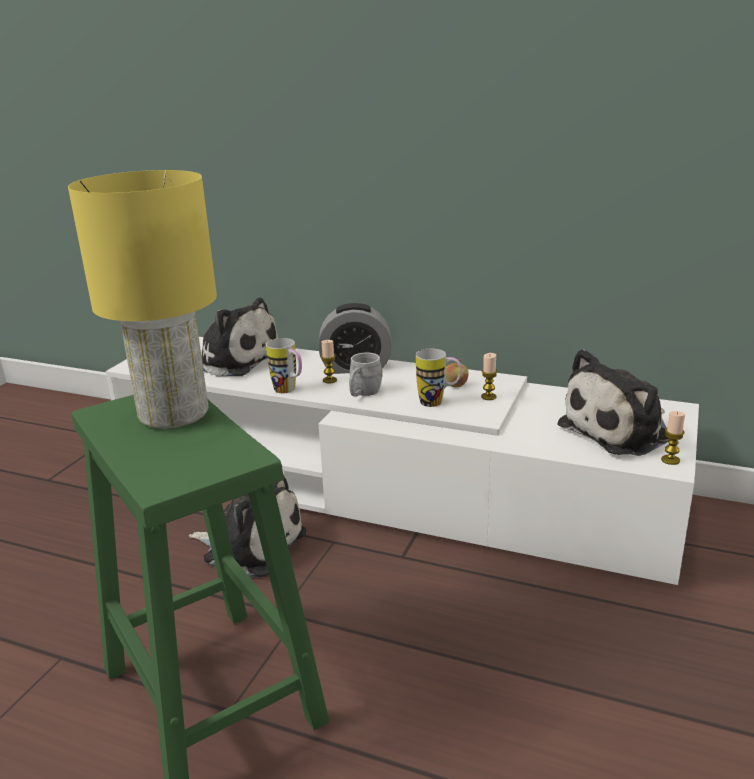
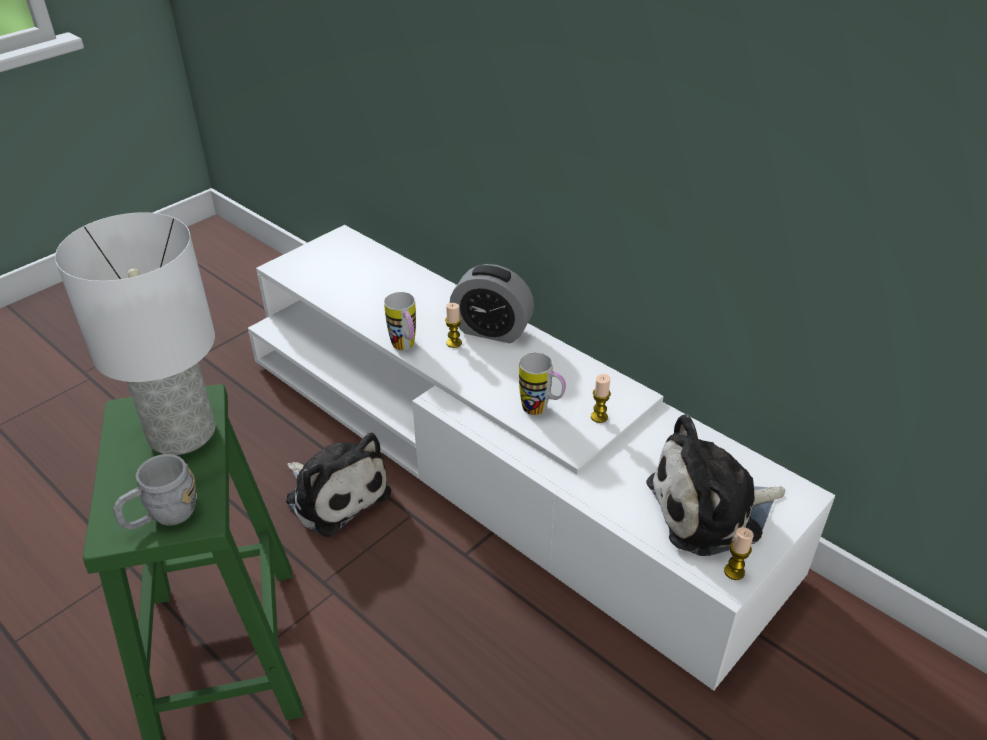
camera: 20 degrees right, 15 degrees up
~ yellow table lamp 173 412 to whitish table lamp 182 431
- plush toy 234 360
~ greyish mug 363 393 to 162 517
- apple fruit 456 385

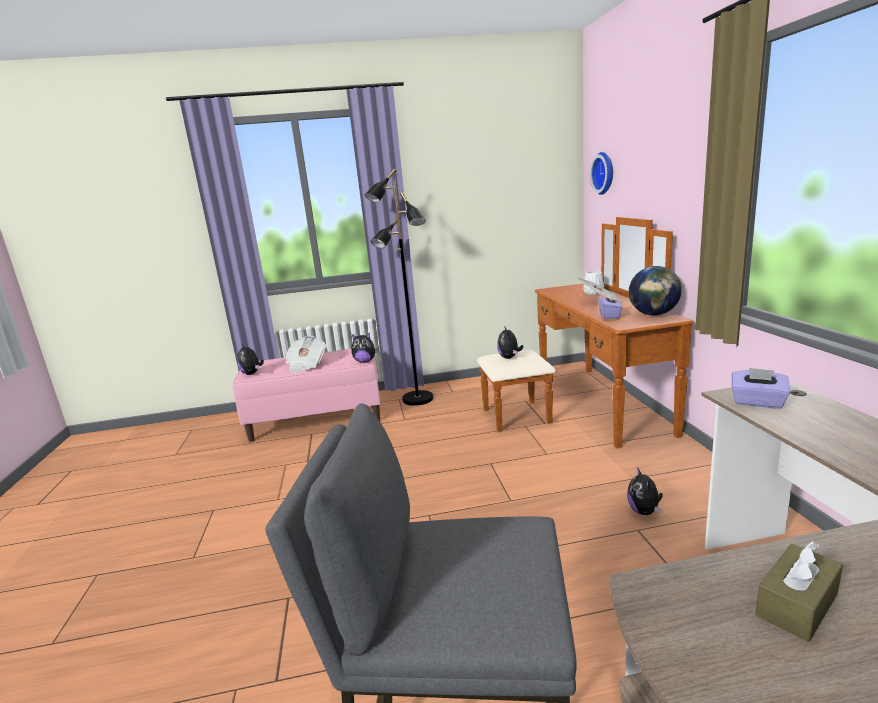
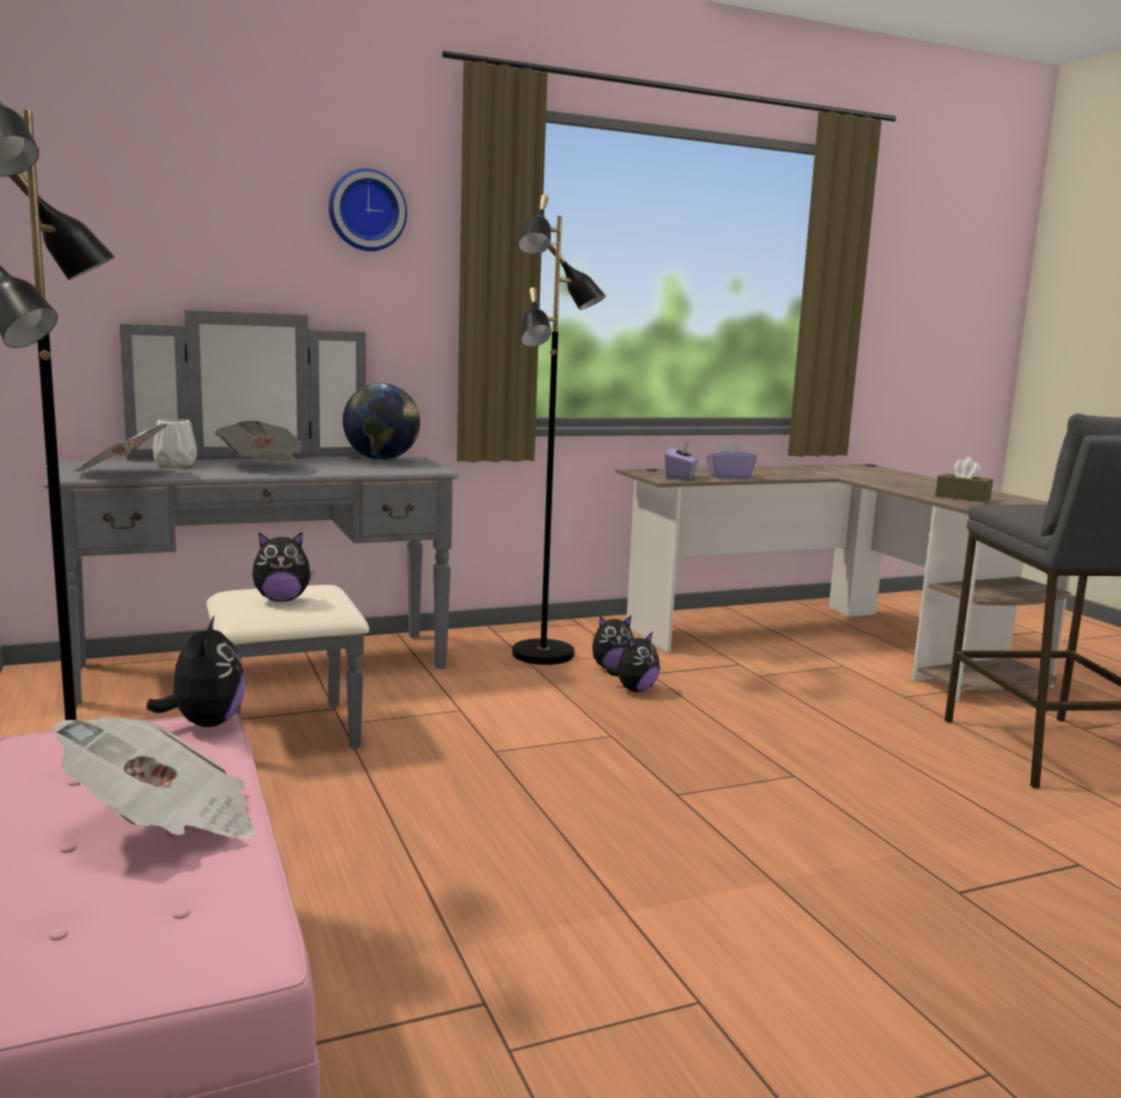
camera: 105 degrees left, 5 degrees down
~ plush toy 252 373 to 634 690
~ brownish chest of drawers 581 406 to greyish chest of drawers 270 679
~ clock on the wall 605 173 to 366 210
~ purplish box of tissues 610 316 to 729 476
+ newspaper 121 473
+ black standard lamp 544 655

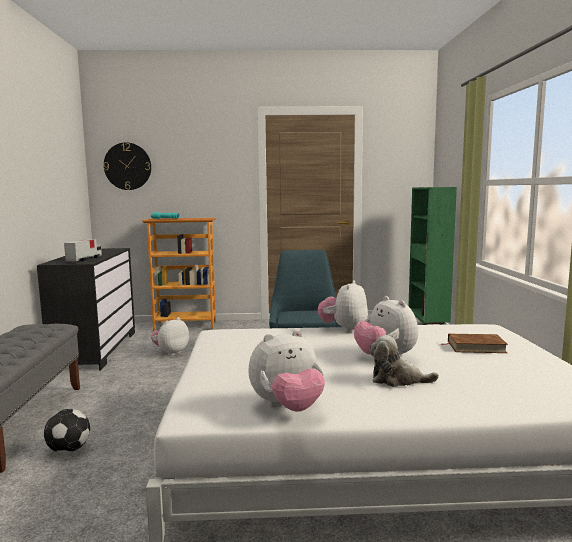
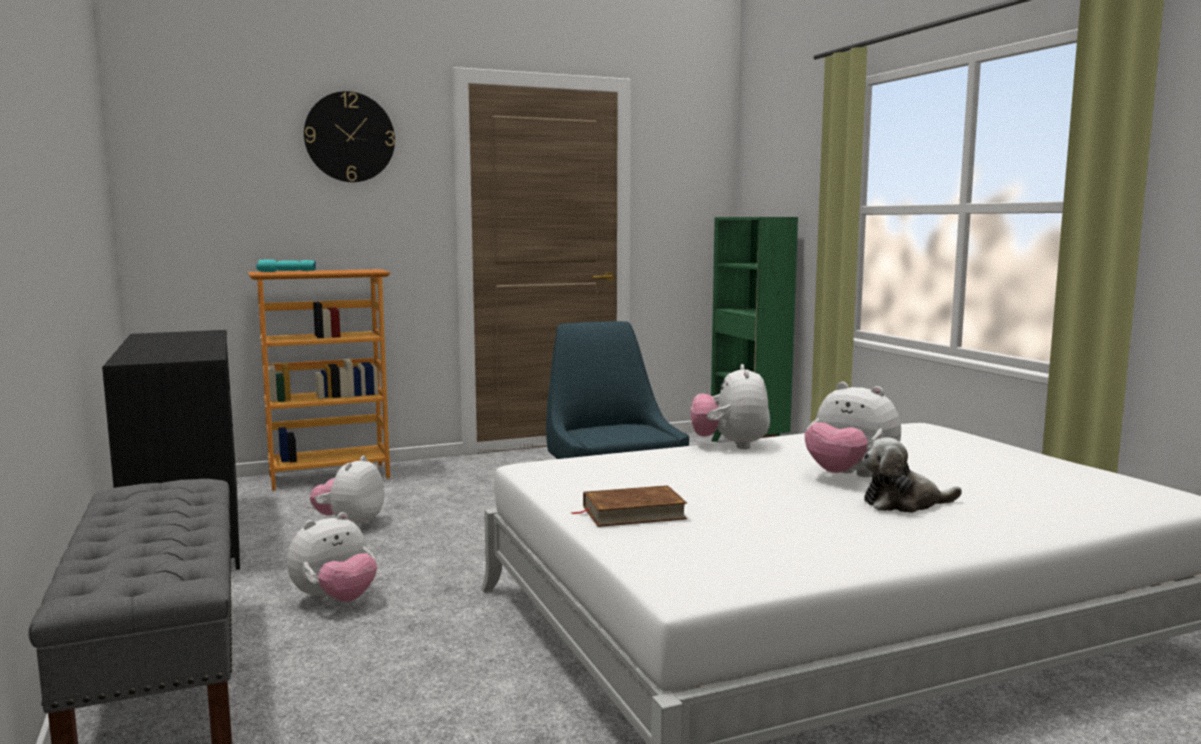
camera: 20 degrees left, 0 degrees up
- ball for football 69 450
- toy truck 84 259
~ clock on the wall 127 166 to 349 137
~ plush toy 287 408 to 335 601
~ brownish volume 475 347 to 633 513

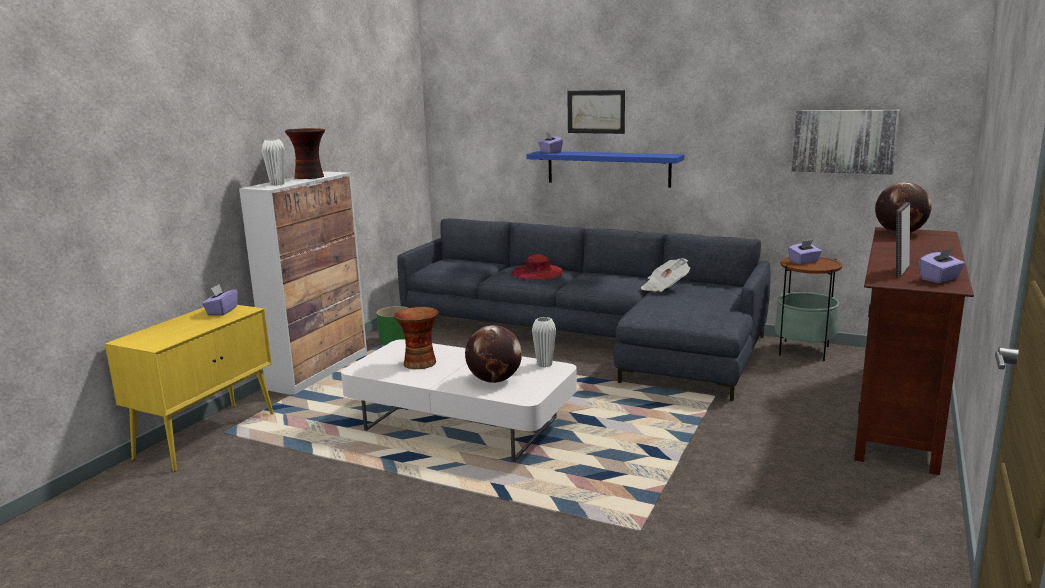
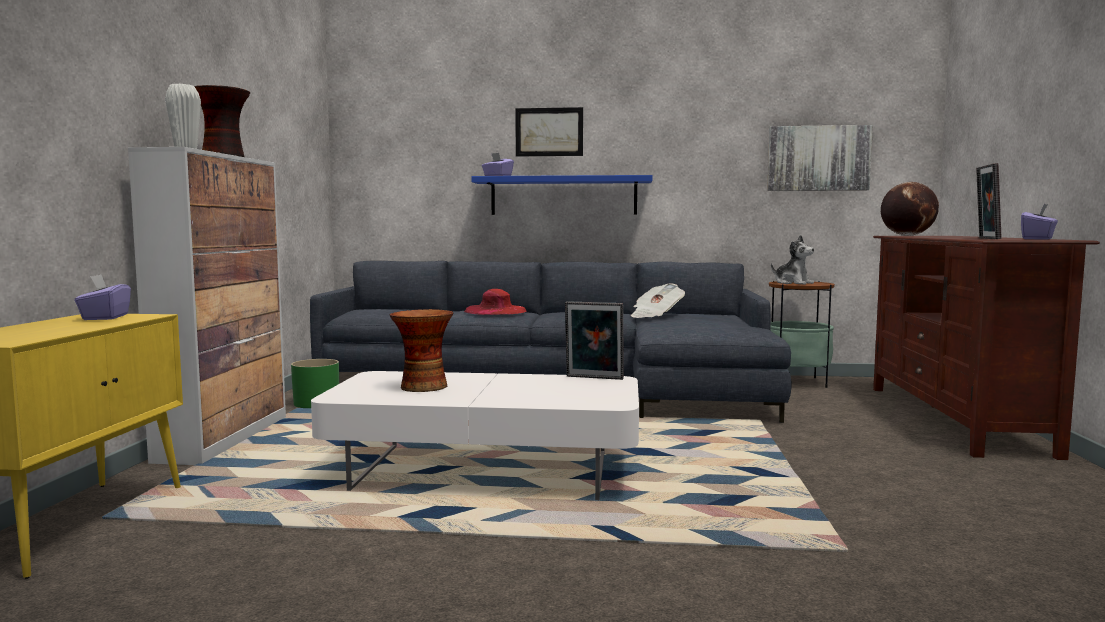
camera: 20 degrees left, 10 degrees down
- desk globe 494 380
~ whitish vase 544 364 to picture frame 594 378
~ purplish box of tissues 804 262 to plush toy 793 283

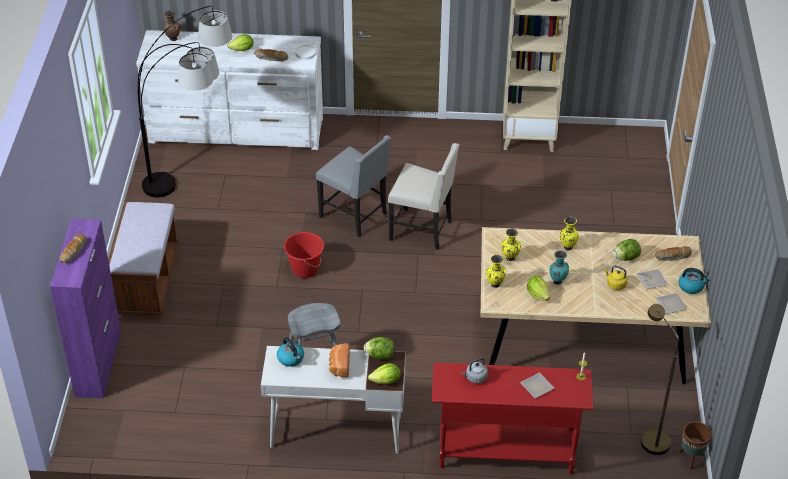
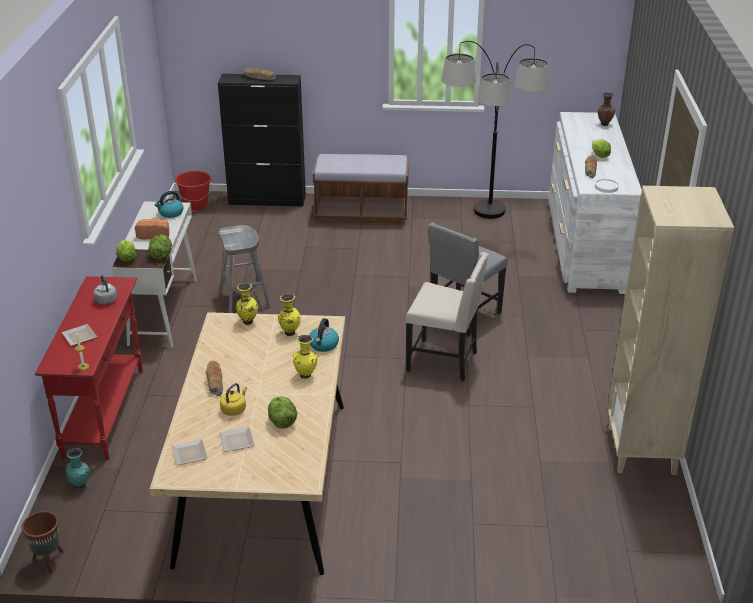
camera: 90 degrees right, 10 degrees down
~ purplish storage cabinet 98 362 to black storage cabinet 267 200
~ red-coloured bucket 305 269 to 196 205
~ sand-coloured upright chair 422 230 = 444 361 90 degrees counterclockwise
- head of lettuce 537 294
~ blue-green vase 557 281 to 81 485
- brownish standard lamp 650 437
~ bakery bread 673 257 to 214 382
~ kettle 691 286 to 323 345

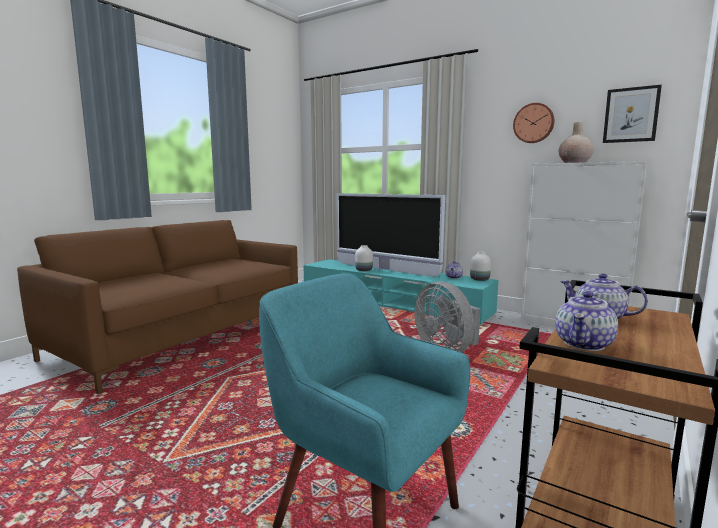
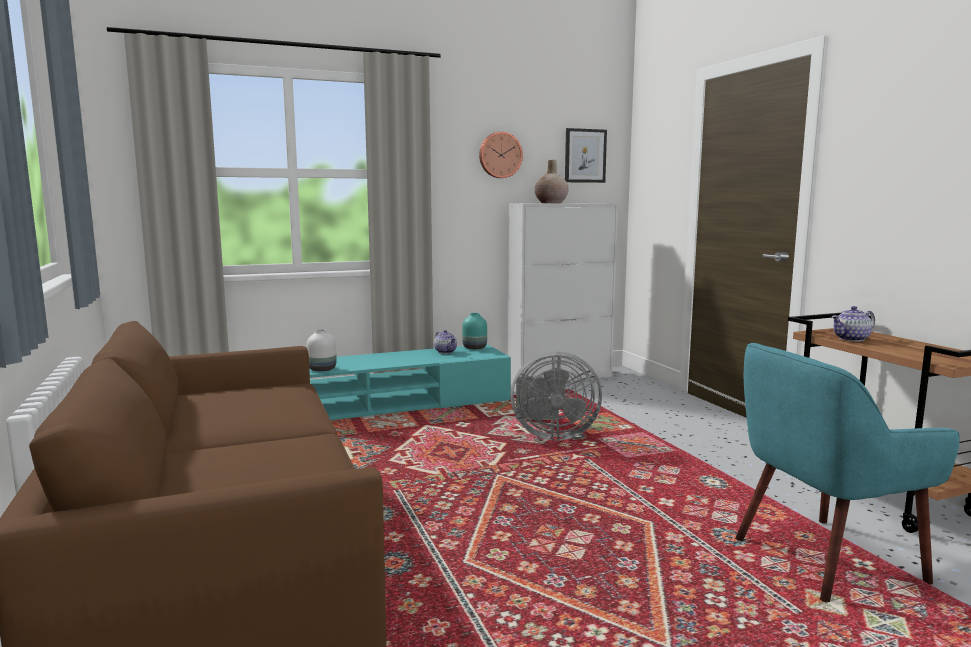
camera: 55 degrees left, 0 degrees up
- TV 385 269
~ whitish vase 479 279 to blue-green vase 474 348
- tea pot 584 344

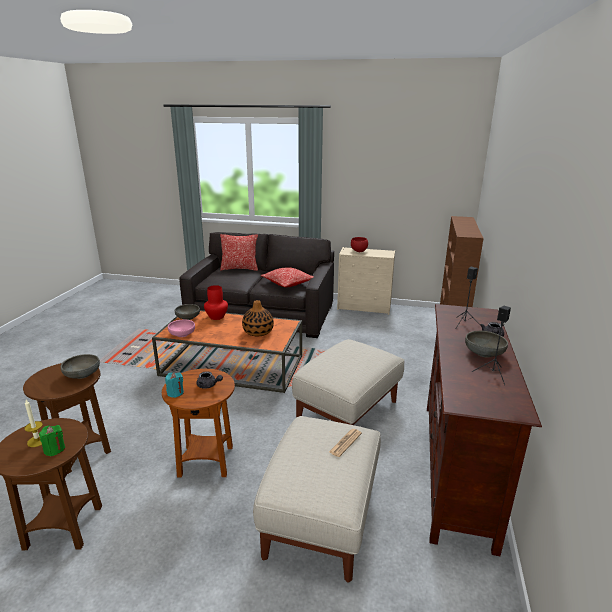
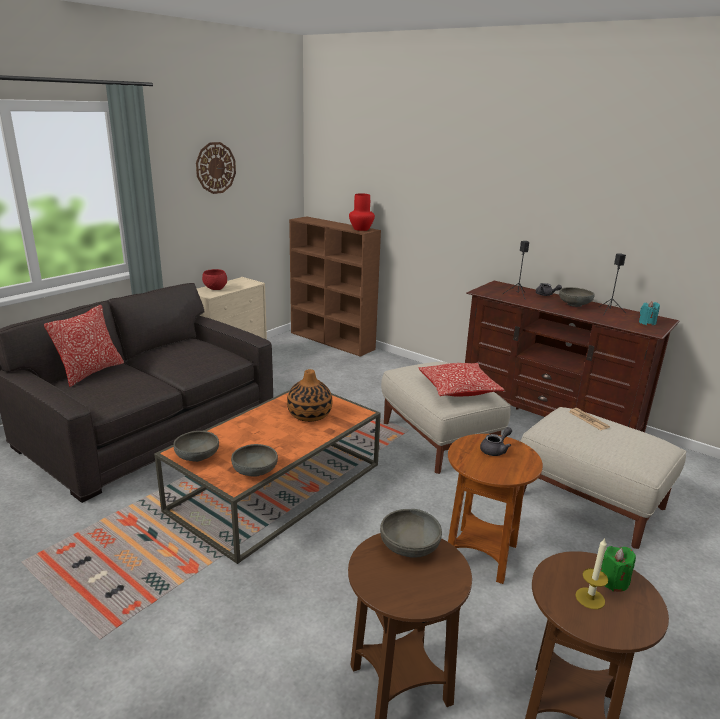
camera: 65 degrees left, 0 degrees up
~ blue-green wax light 175 393 to 647 323
~ pink-coloured bowl 182 334 to greyish bowl 255 471
~ red-coloured vase 216 317 to 361 229
~ throw pillow 288 283 to 458 389
+ clock on the wall 215 168

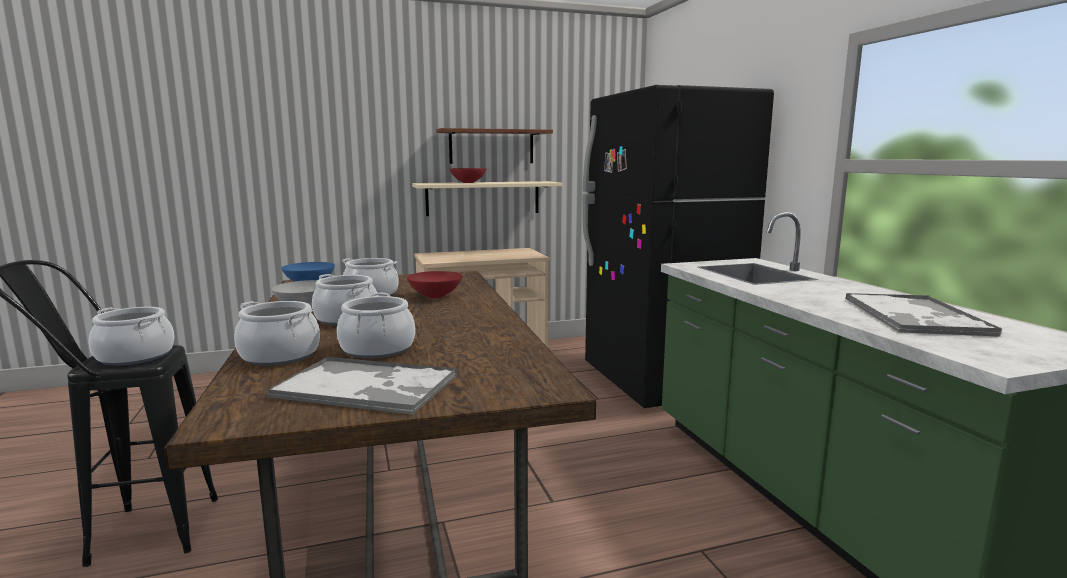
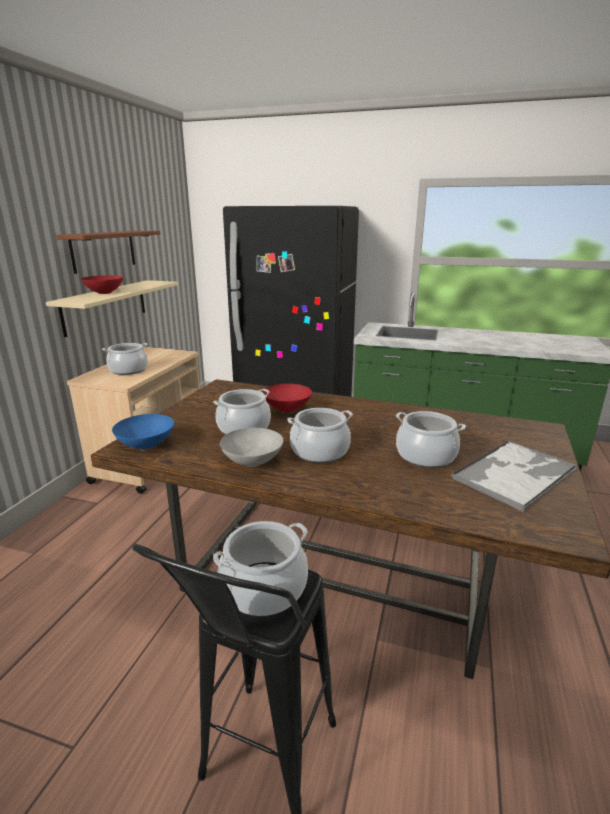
camera: 55 degrees left, 10 degrees up
~ cooking pot 280 355 to 128 370
- tray 915 316

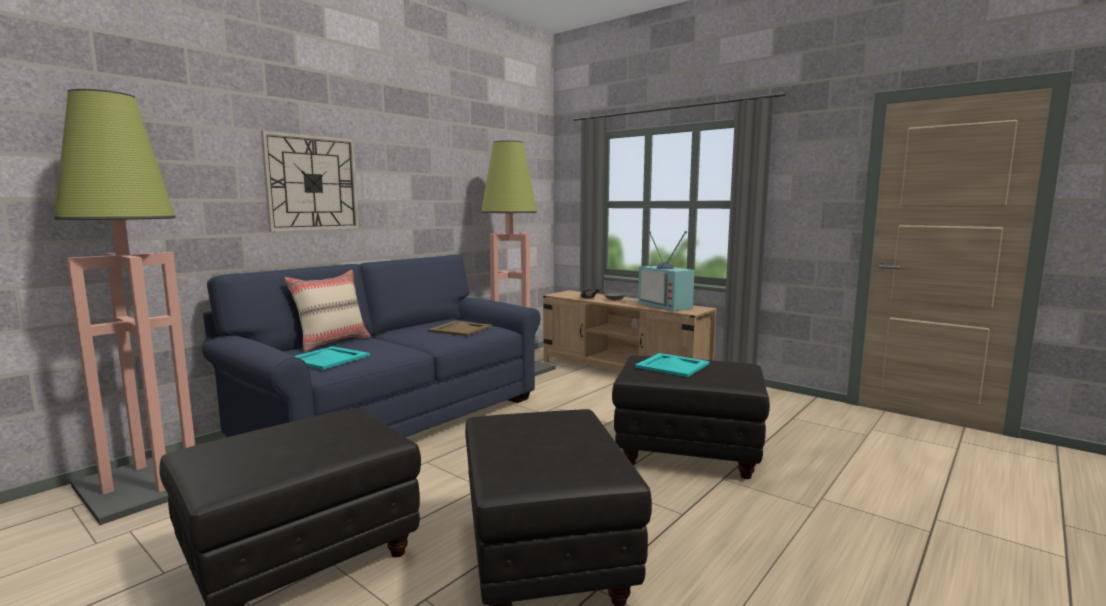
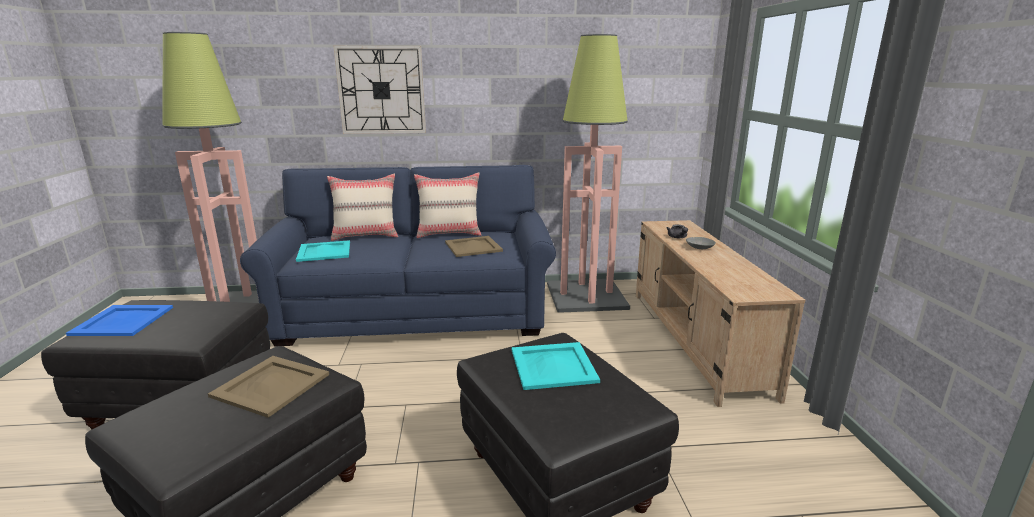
camera: 45 degrees right, 10 degrees up
- TV 667 306
+ blue tray 123 320
+ sand-coloured tray 271 386
+ sand-coloured throw pillow 449 234

